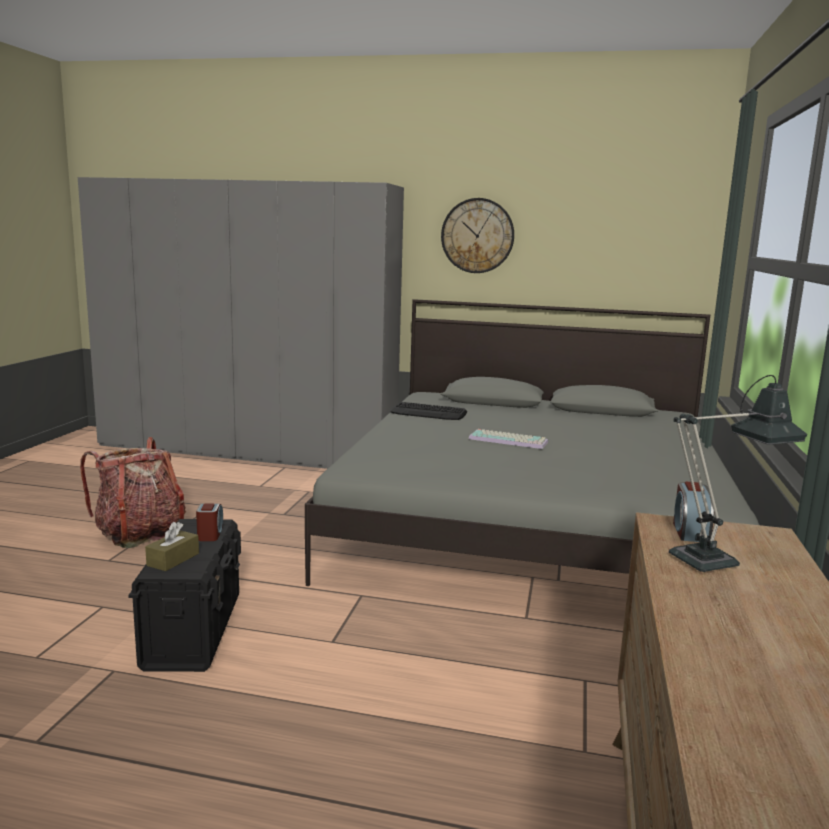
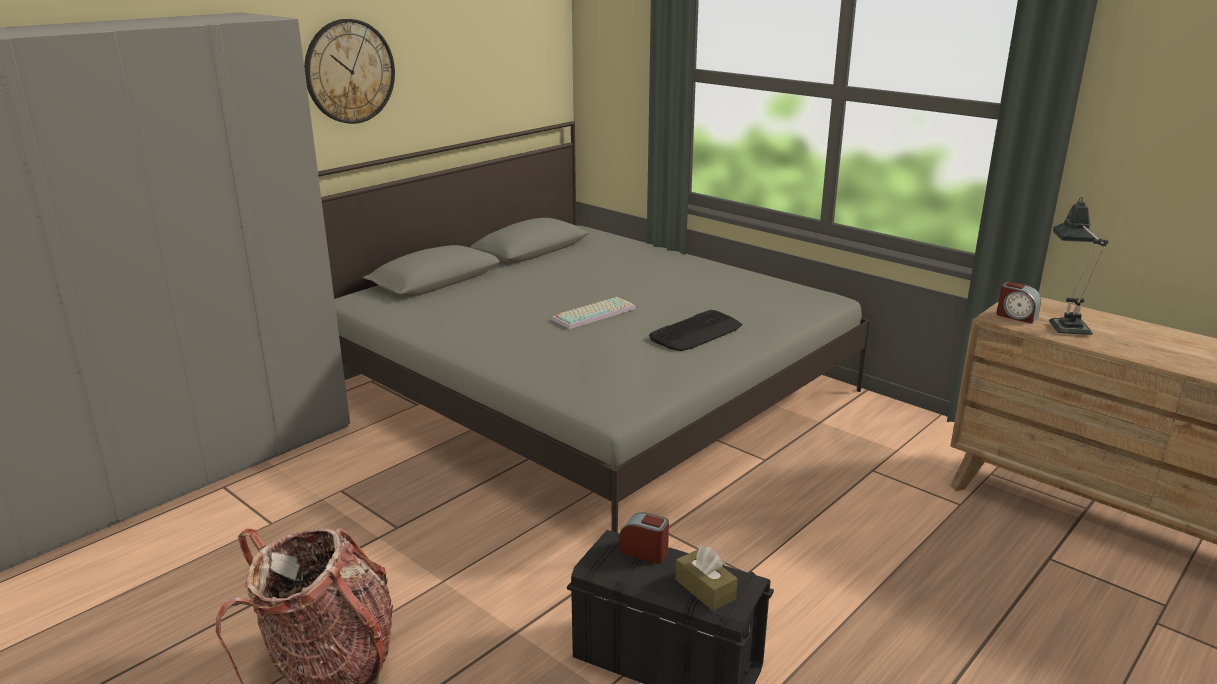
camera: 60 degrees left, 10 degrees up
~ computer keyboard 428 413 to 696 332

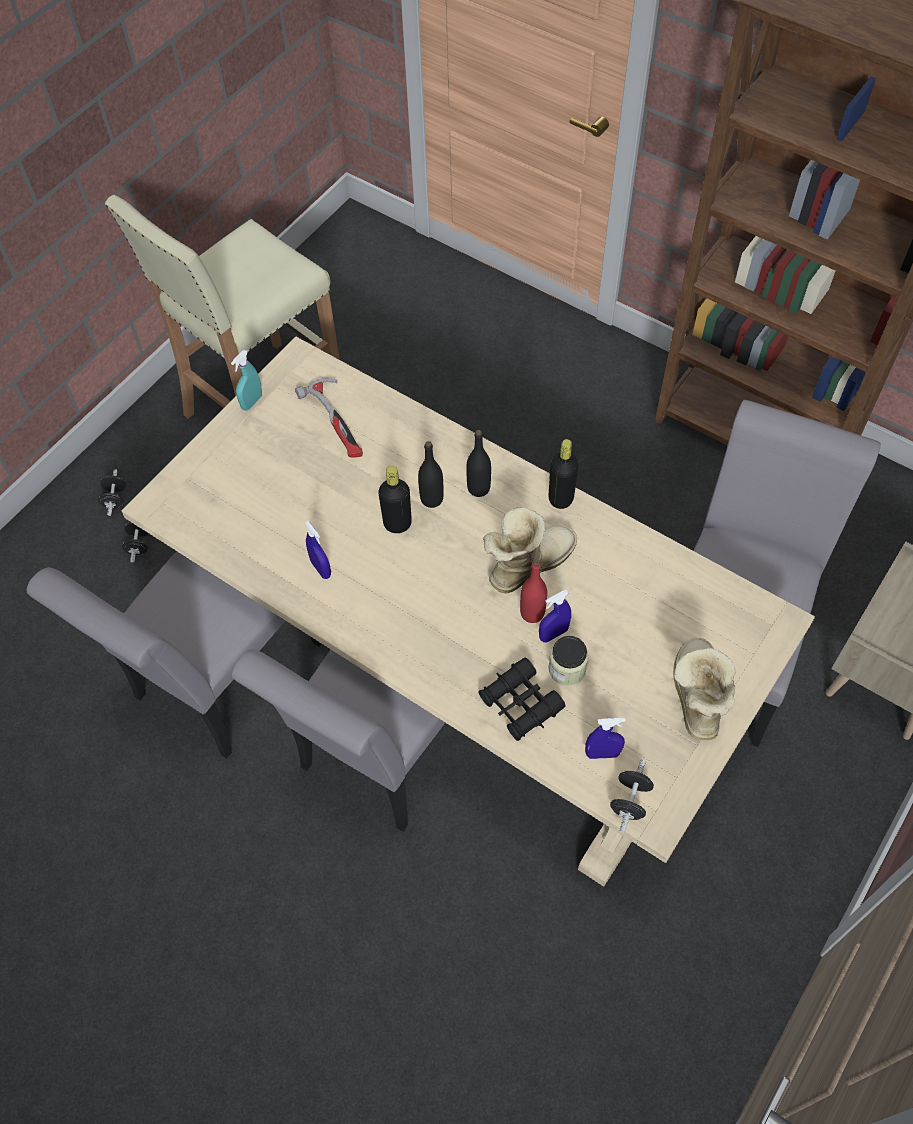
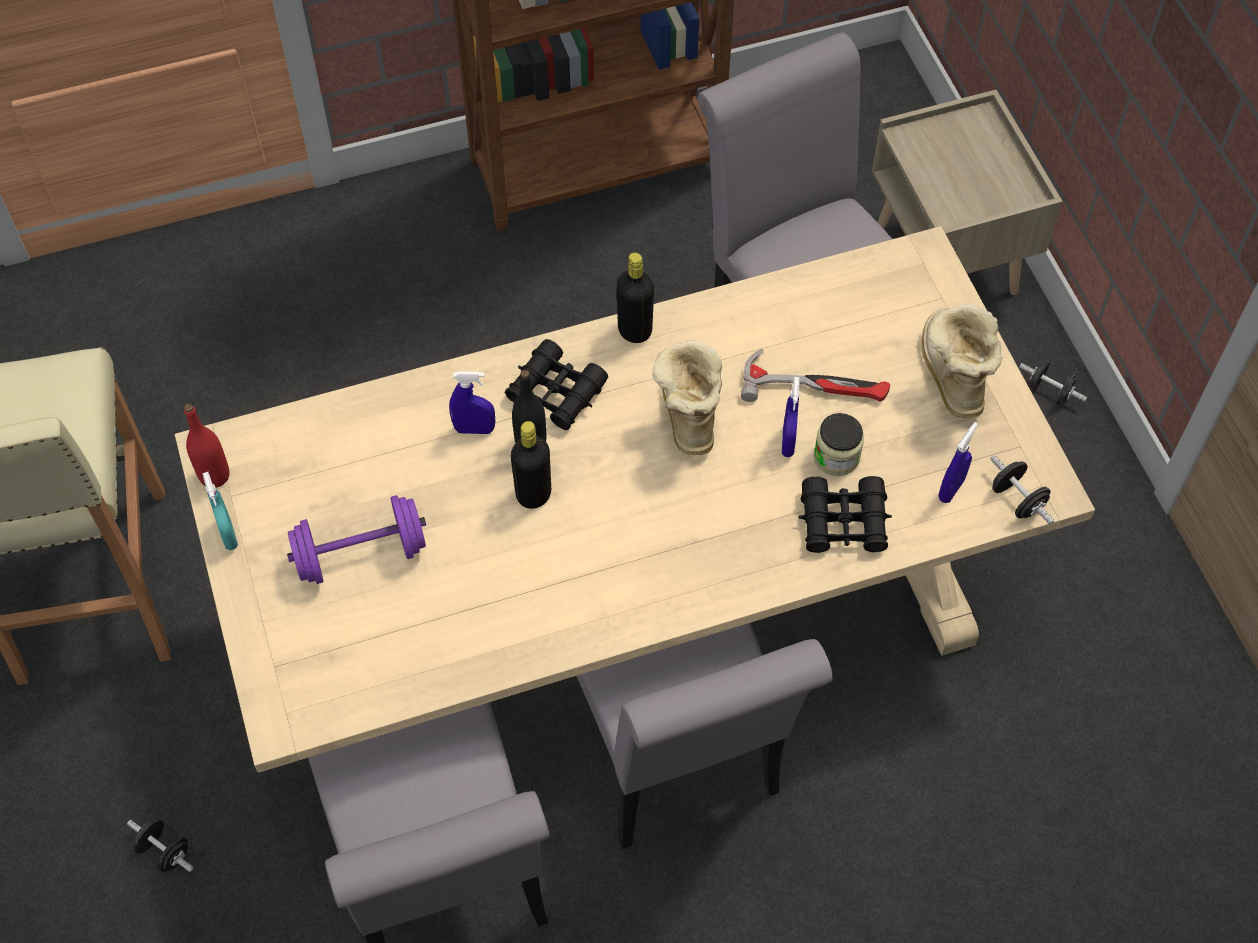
camera: 55 degrees left, 0 degrees up
~ black free weight 115 499 to 1049 392
~ hammer 337 421 to 815 384
~ blue hand sprayer 321 568 to 474 429
~ black drink bottle 478 488 to black binoculars 556 392
~ red-coloured drink bottle 532 613 to 214 476
~ high-top boot 694 697 = 950 375 45 degrees clockwise
+ purplish free weight 361 555

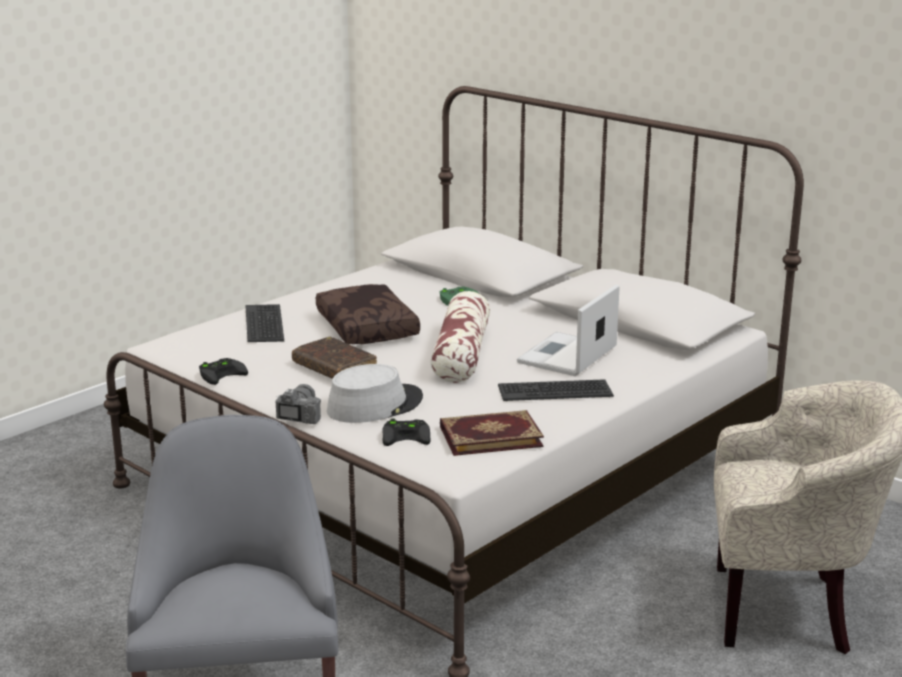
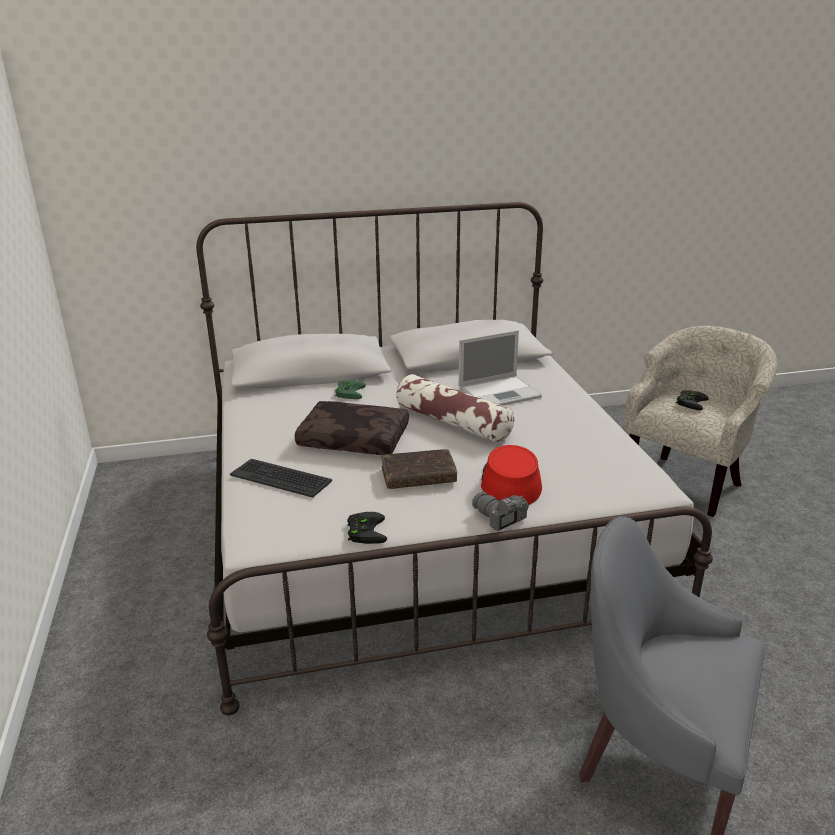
camera: 55 degrees left, 5 degrees up
~ greyish clothing hat 374 405 to red-coloured clothing hat 510 482
~ black game controller 407 436 to 690 401
- volume 490 436
- computer keyboard 555 391
~ laptop 566 356 = 500 392 90 degrees counterclockwise

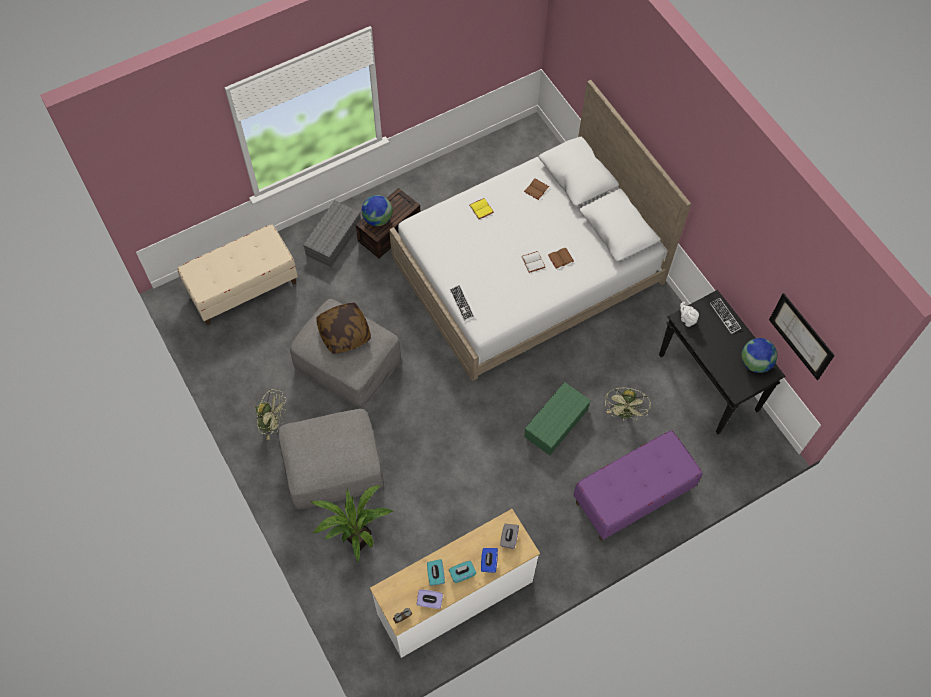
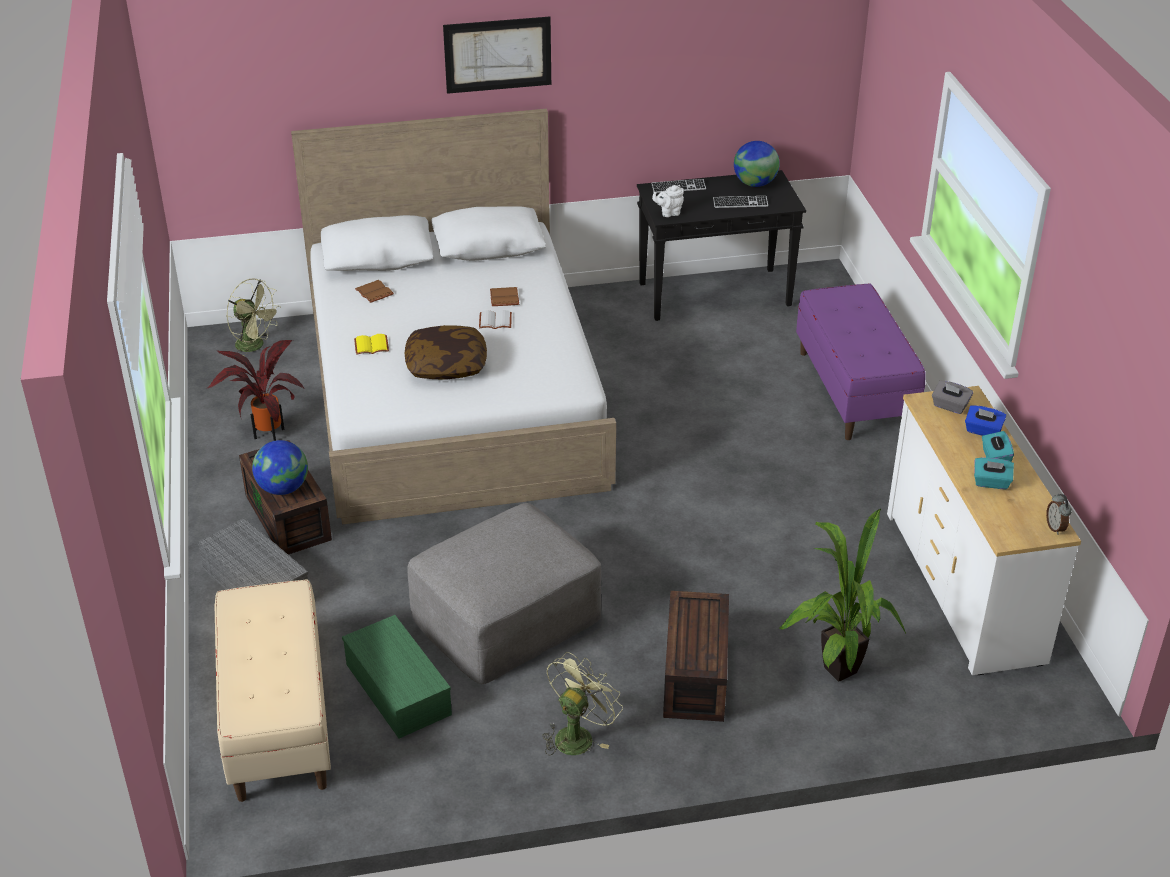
camera: 70 degrees left, 25 degrees down
~ greyish footrest 333 466 to brownish storage bin 693 674
~ throw pillow 344 332 to 446 365
- purplish box of tissues 429 602
~ computer keyboard 461 303 to 740 203
~ greenish storage bin 556 424 to 400 690
~ greenish electric fan 624 413 to 255 346
~ wall picture 801 336 to 498 54
+ houseplant 267 432

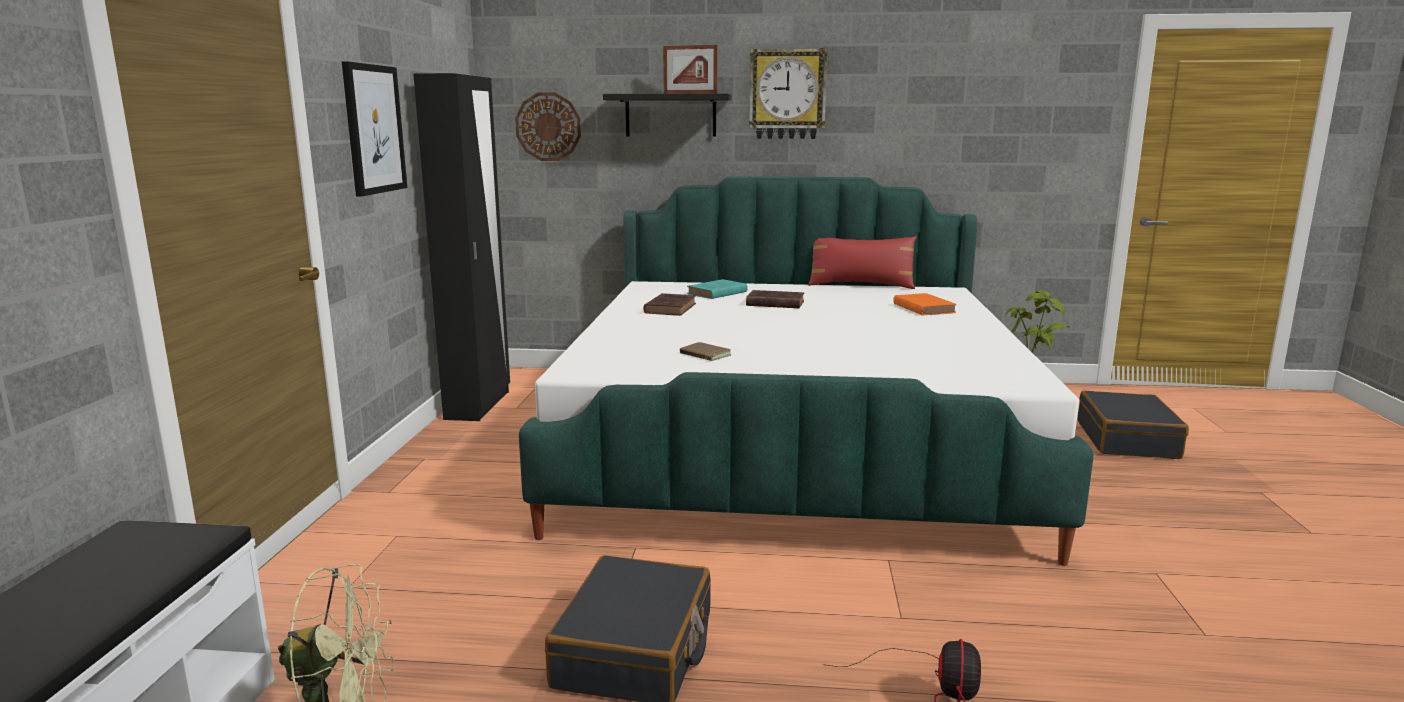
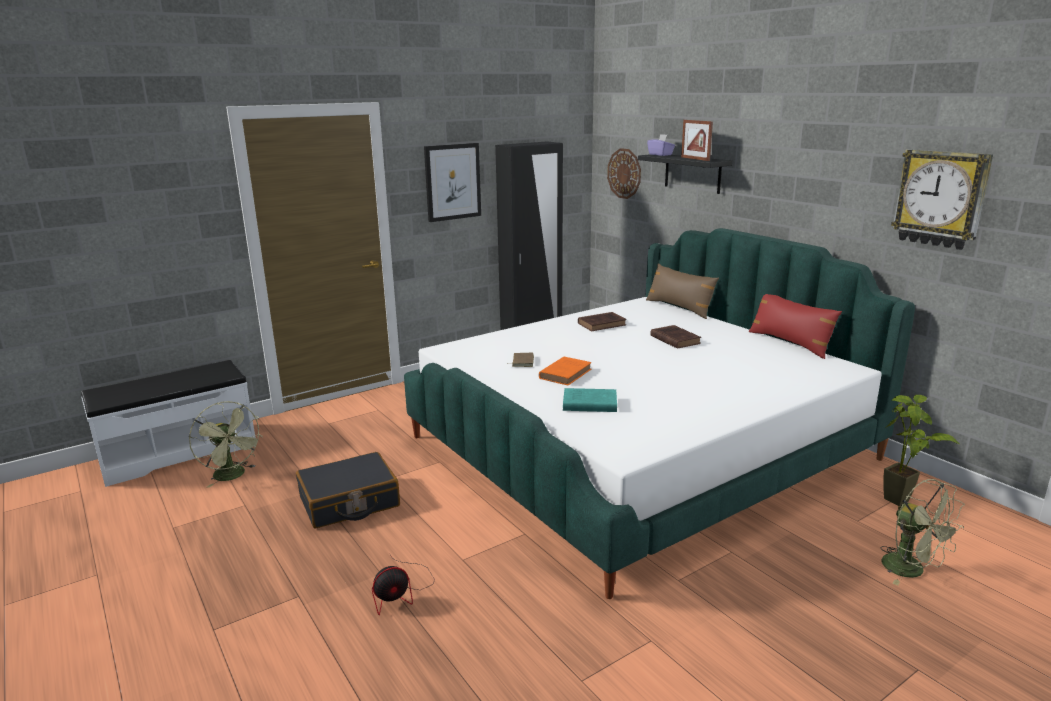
camera: 50 degrees right, 5 degrees up
~ blue-green volume 716 293 to 588 404
~ clock on the wall 787 94 to 940 198
~ orange-coloured volume 923 308 to 566 373
~ black piece of luggage 1127 440 to greenish electric fan 912 570
+ brownish throw pillow 679 308
+ purplish box of tissues 660 155

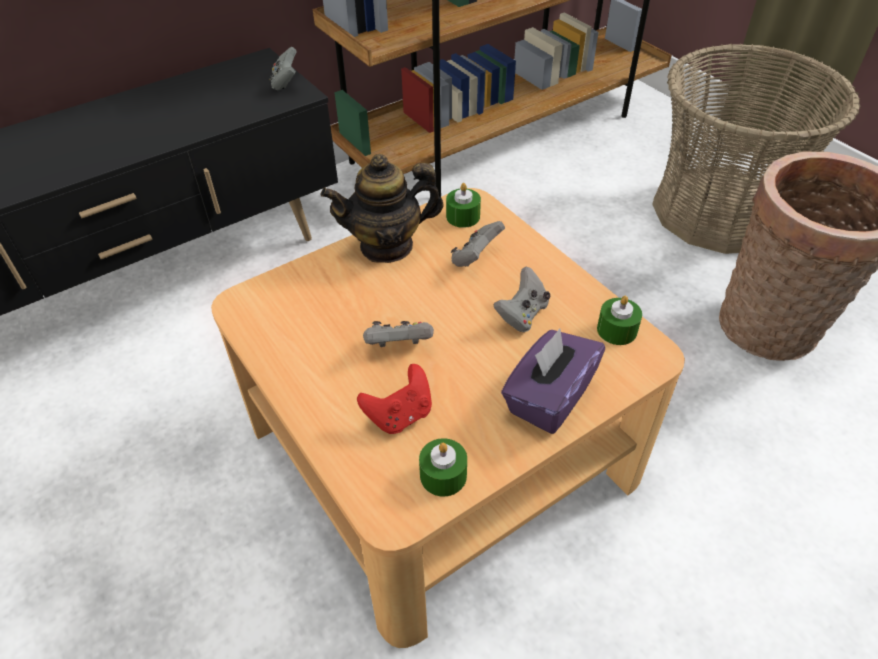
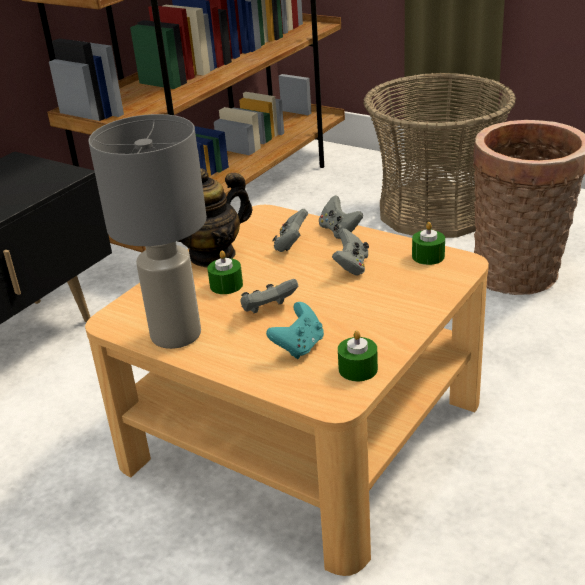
camera: 20 degrees left, 15 degrees down
~ greyish game controller 285 82 to 339 231
~ red-coloured game controller 400 415 to blue-green game controller 299 347
~ greenish wax light 463 216 to 226 285
- purplish box of tissues 548 397
+ greyish table lamp 177 334

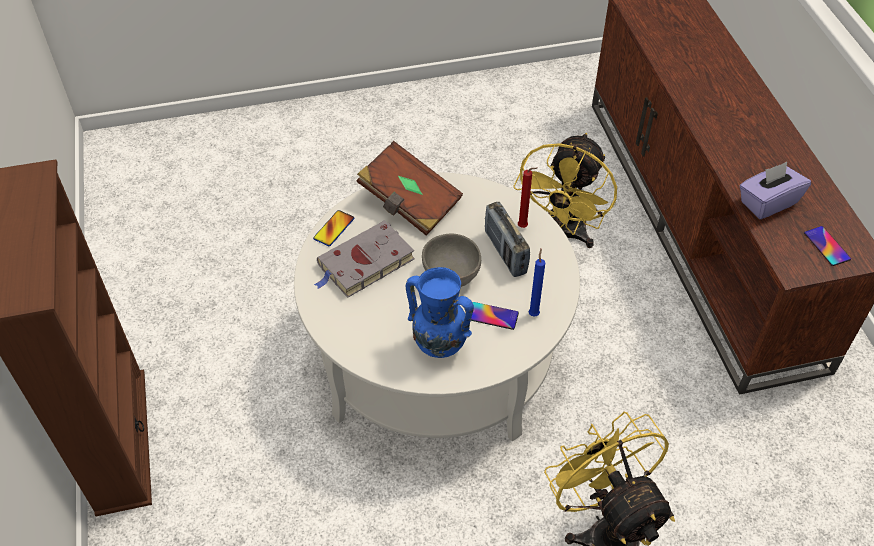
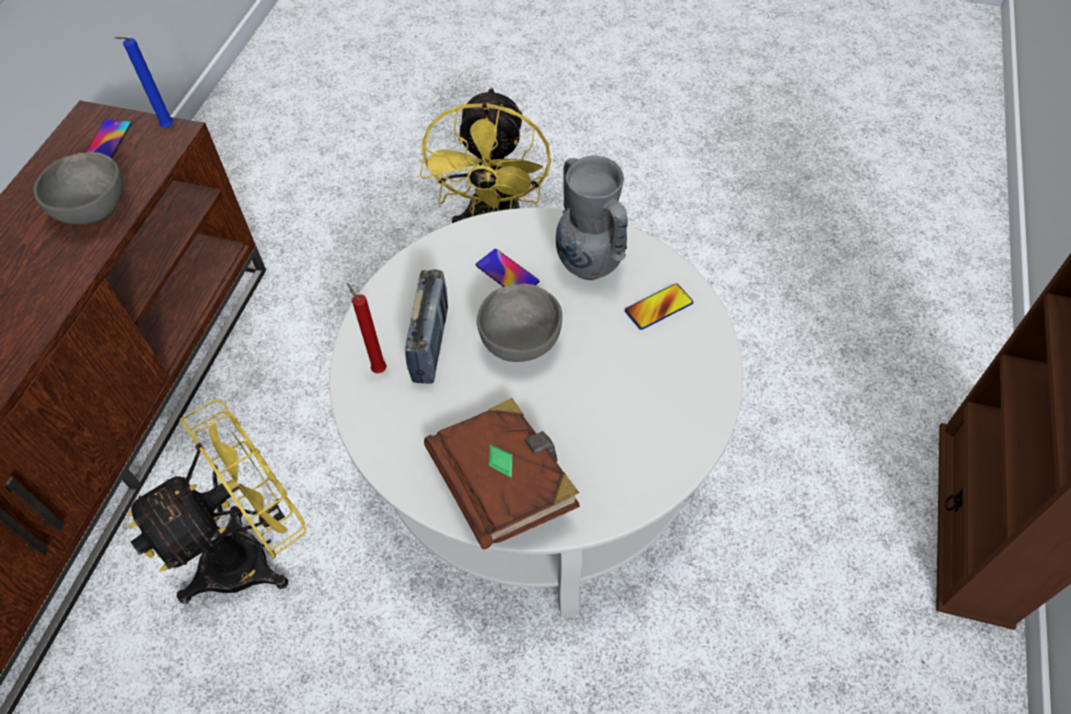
camera: 150 degrees left, 5 degrees up
~ handset 334 229 to 659 307
- greyish volume 364 264
~ blue vase 439 345 to greyish vase 590 267
~ blue wax light 533 313 to 166 128
~ purplish box of tissues 767 202 to greyish bowl 96 210

